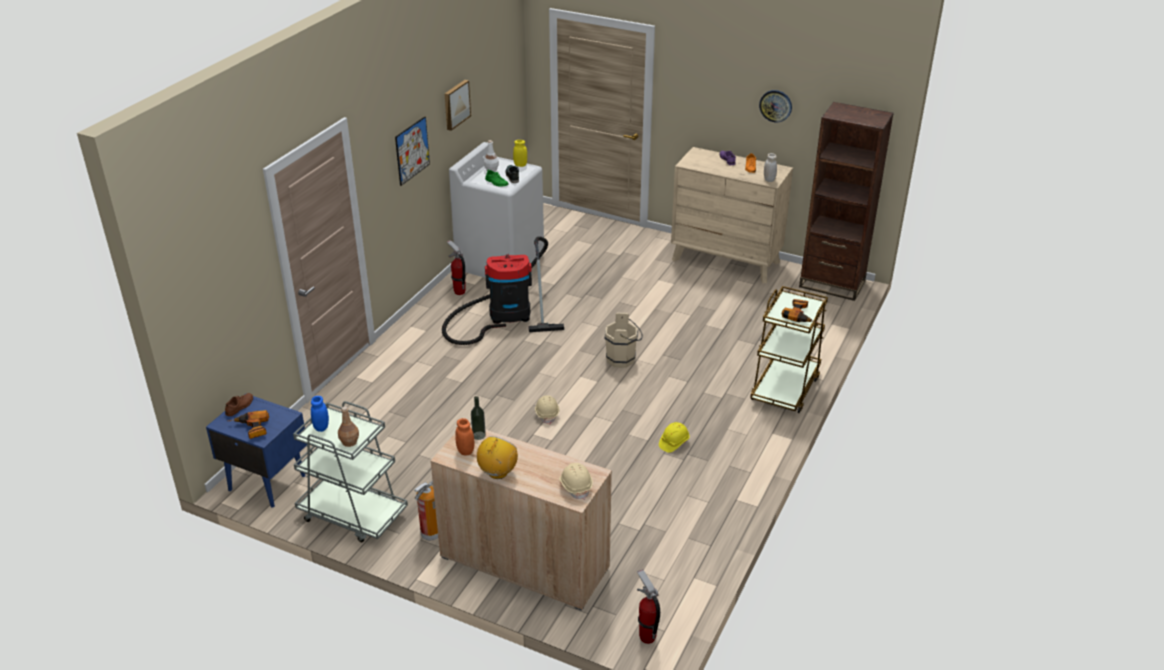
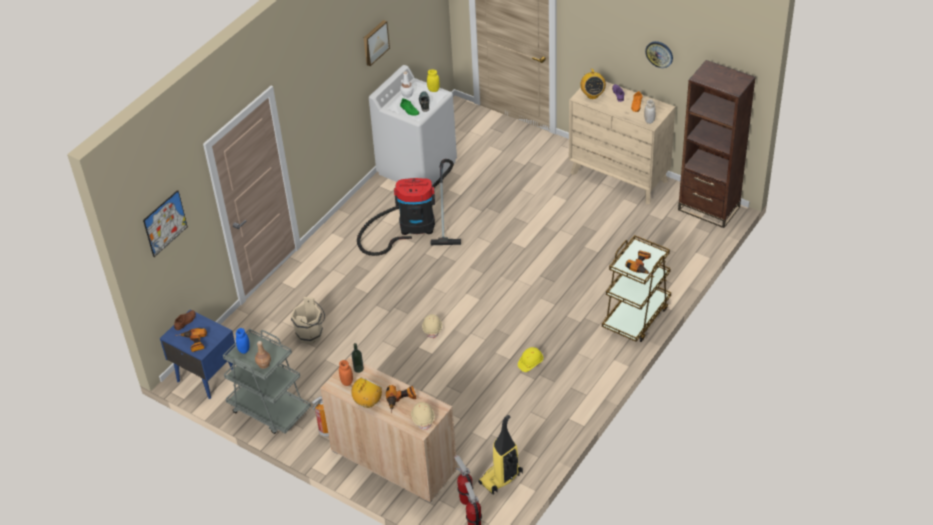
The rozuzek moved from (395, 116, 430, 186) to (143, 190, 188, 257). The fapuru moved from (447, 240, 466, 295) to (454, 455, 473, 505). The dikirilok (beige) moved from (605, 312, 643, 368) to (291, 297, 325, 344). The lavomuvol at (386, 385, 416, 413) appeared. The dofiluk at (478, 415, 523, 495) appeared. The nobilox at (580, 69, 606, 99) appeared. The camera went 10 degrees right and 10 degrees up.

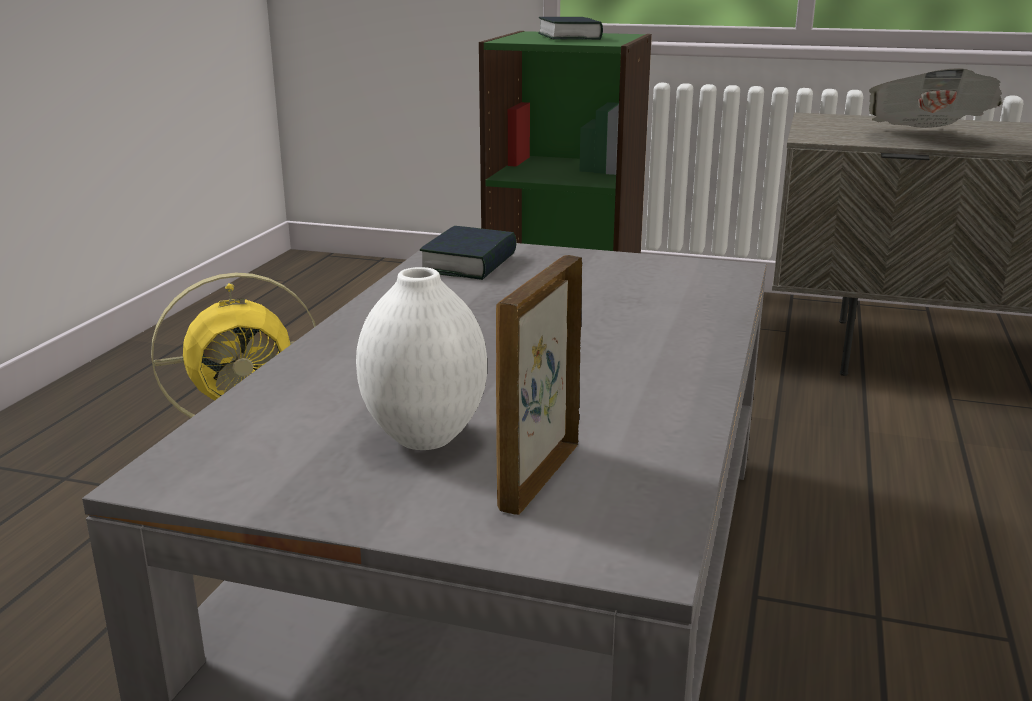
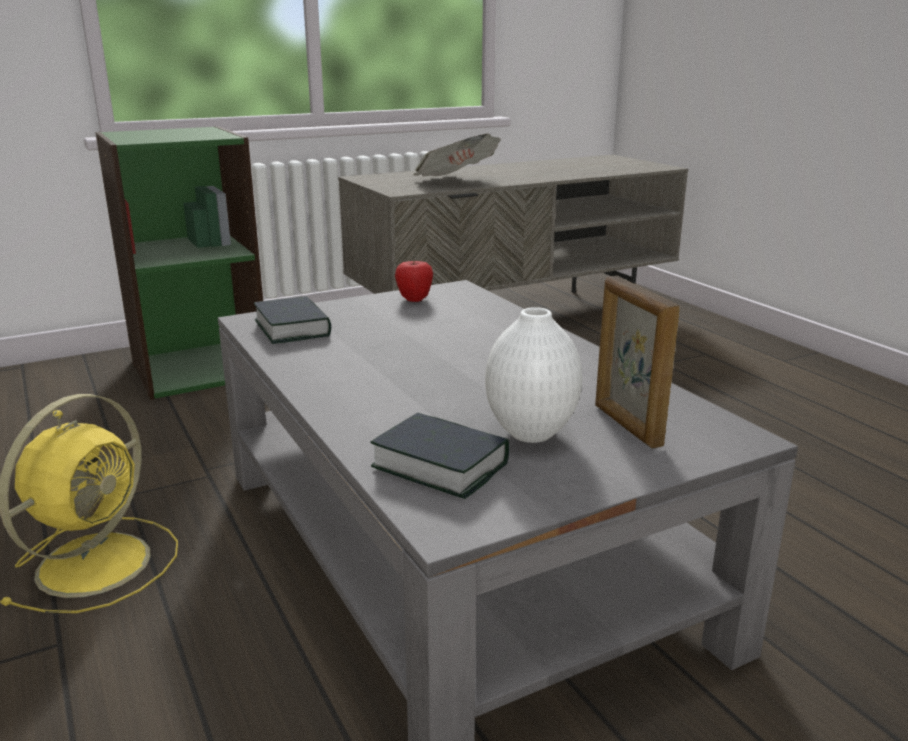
The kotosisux moved from (538, 17, 603, 40) to (371, 413, 509, 499). The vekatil at (395, 260, 433, 302) appeared. The camera went 45 degrees left and 0 degrees up.

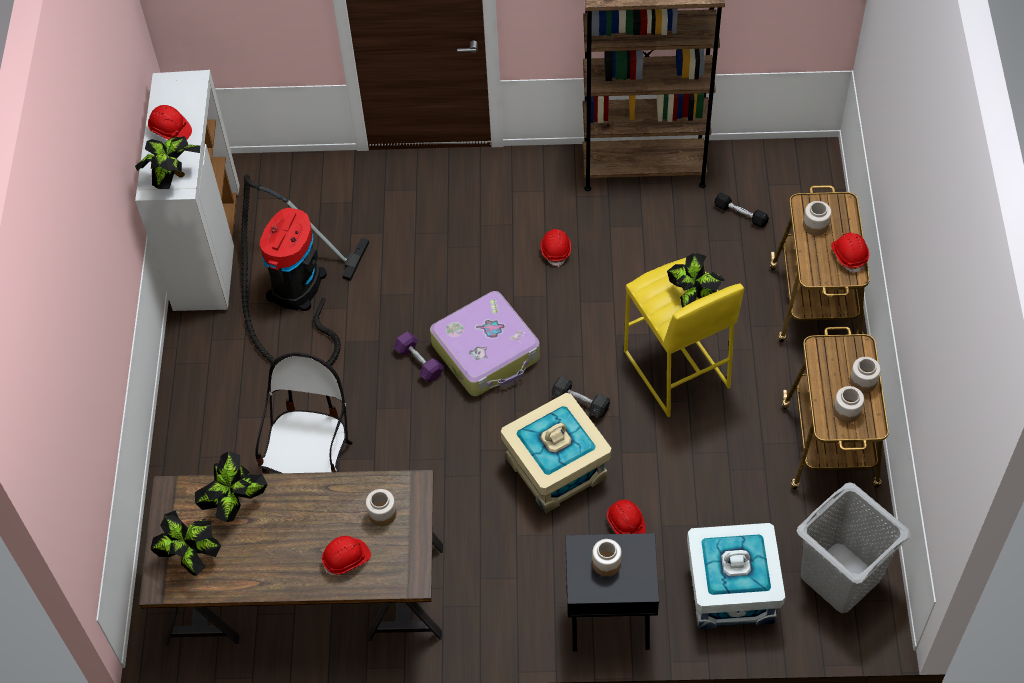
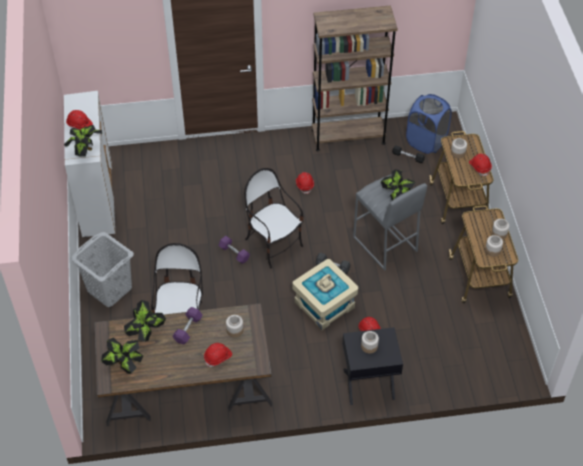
The dofiluk at (241, 174, 369, 366) disappeared. The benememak at (430, 291, 540, 396) was replaced by the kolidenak at (244, 168, 304, 269). The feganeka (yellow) at (624, 258, 744, 417) became the feganeka (grey) at (353, 174, 427, 271). The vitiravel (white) at (687, 523, 785, 629) disappeared. The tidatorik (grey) moved from (797, 483, 911, 613) to (71, 232, 134, 307). The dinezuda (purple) at (172, 307, 203, 344) appeared. The tidatorik (blue) at (406, 94, 452, 154) appeared. The camera went 10 degrees left and 5 degrees down.

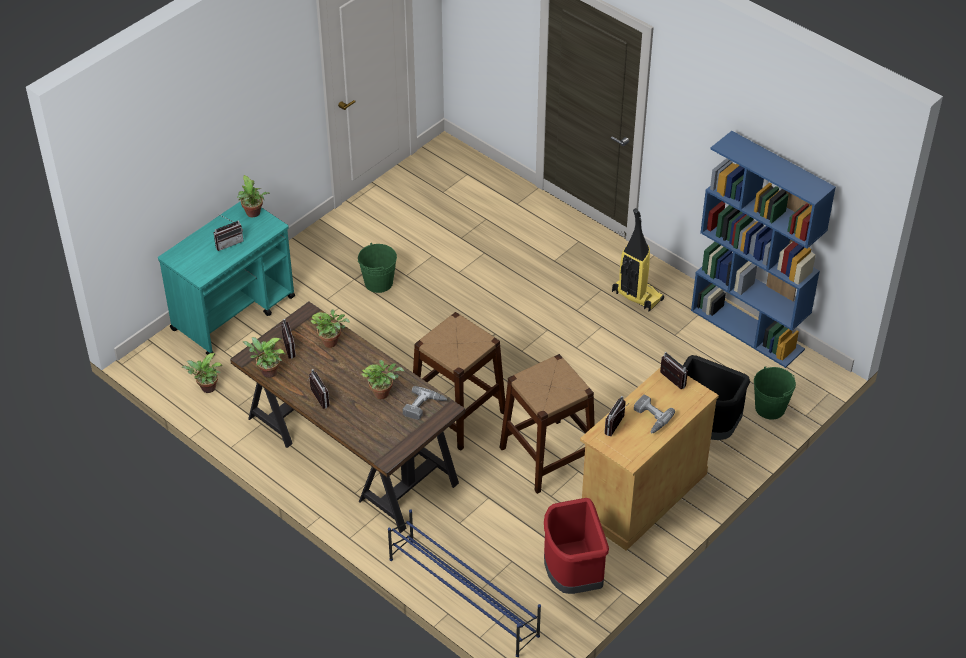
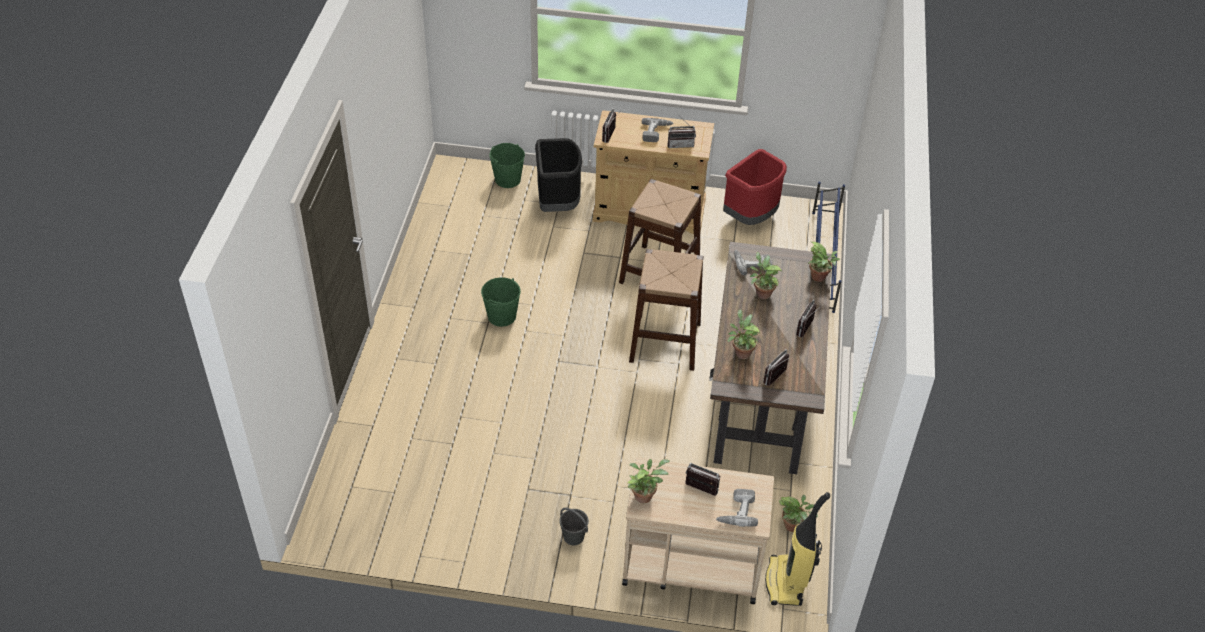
The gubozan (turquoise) at (158, 201, 295, 355) became the gubozan (beige) at (622, 458, 774, 604). The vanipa moved from (243, 337, 286, 378) to (808, 242, 840, 282). The dikirilok (green) moved from (358, 243, 397, 293) to (481, 277, 521, 327). The dofiluk moved from (612, 208, 664, 311) to (765, 492, 830, 606). The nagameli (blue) at (691, 131, 836, 368) disappeared. The dikirilok (grey) at (559, 508, 589, 545) appeared. The lavomuvol at (716, 489, 758, 527) appeared. The camera went 125 degrees left and 0 degrees up.

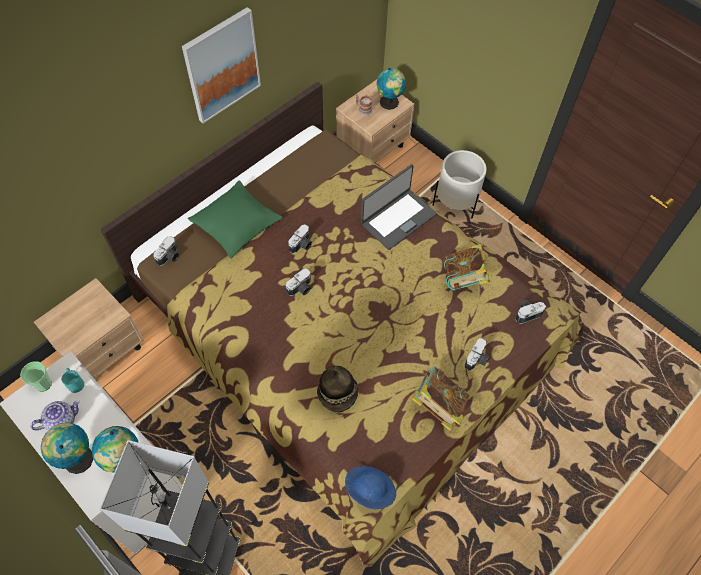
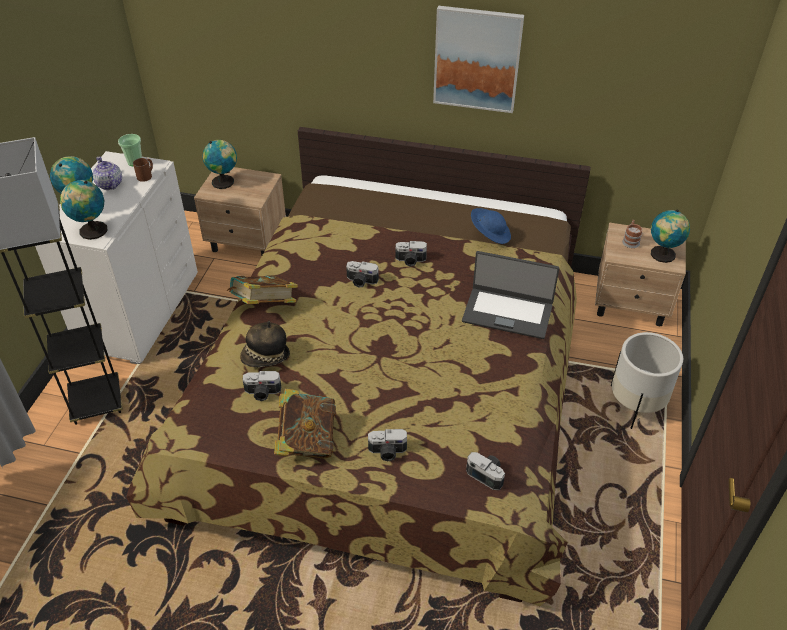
The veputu at (31, 400, 80, 430) turned 150 degrees counterclockwise. The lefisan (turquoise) at (62, 368, 84, 393) became the lefisan (brown) at (133, 158, 153, 182). The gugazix moved from (153, 236, 179, 266) to (242, 371, 281, 401). The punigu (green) at (188, 181, 283, 259) disappeared. The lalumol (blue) moved from (345, 466, 396, 509) to (471, 208, 511, 244). The kotosisux moved from (444, 244, 490, 291) to (227, 275, 298, 304). The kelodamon at (203, 140, 237, 189) appeared. The camera went 60 degrees right and 15 degrees down.

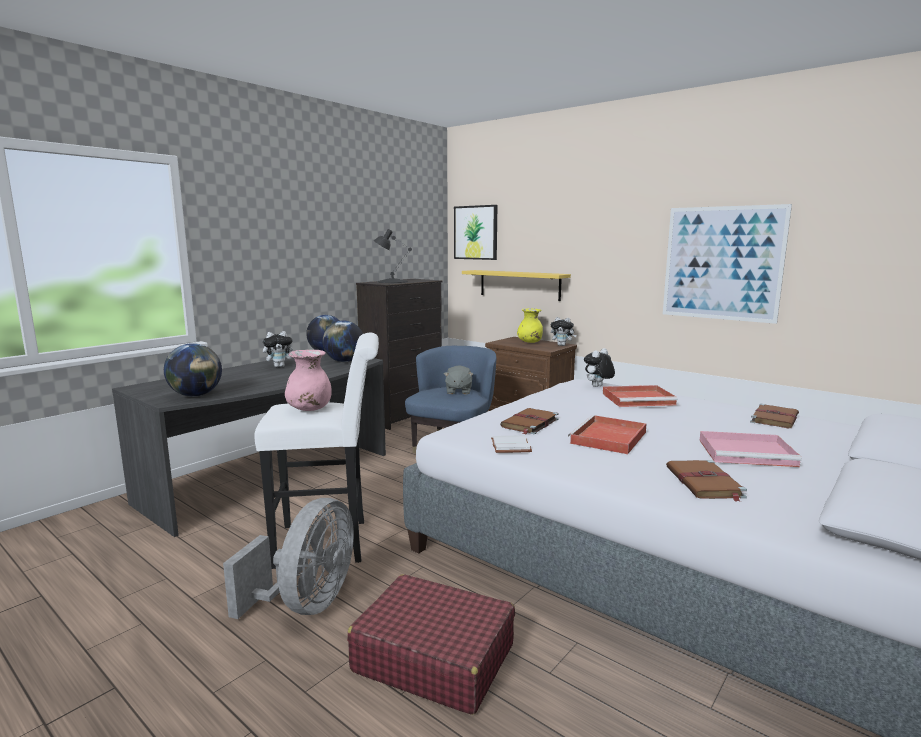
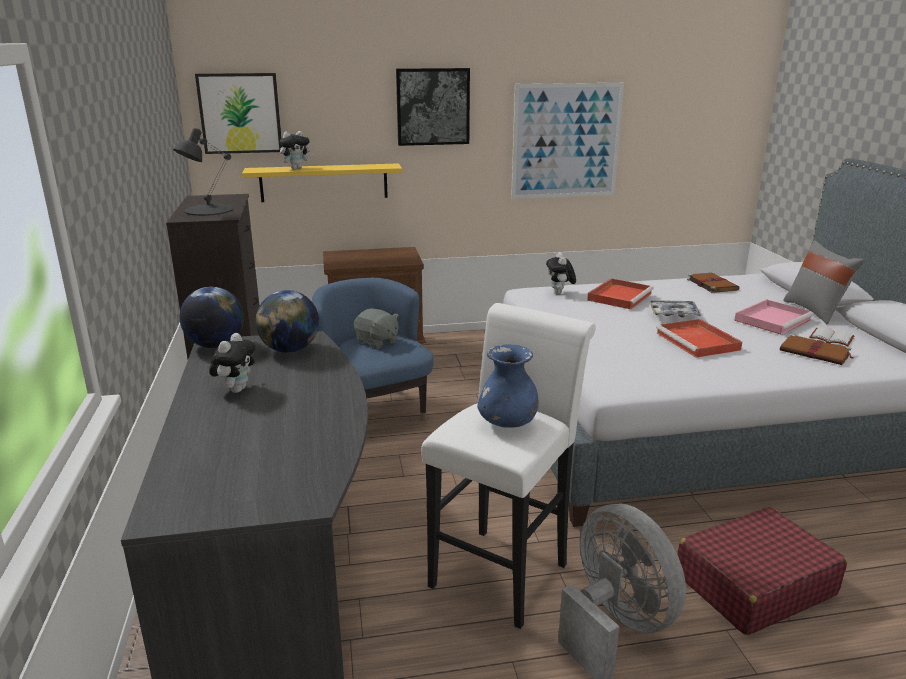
The kelodamon at (164, 343, 222, 397) disappeared. The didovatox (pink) at (285, 350, 332, 411) became the didovatox (blue) at (477, 344, 538, 428). The kotosisux (white) moved from (491, 435, 532, 453) to (809, 327, 854, 346). The kotosisux (brown) at (500, 408, 559, 435) disappeared. The didovatox (yellow) at (517, 309, 543, 343) disappeared. The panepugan moved from (551, 317, 577, 346) to (280, 131, 313, 169). The rozuzek at (396, 68, 470, 146) appeared. The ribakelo at (649, 300, 701, 318) appeared. The punigu (grey) at (784, 240, 864, 325) appeared. The camera went 50 degrees left and 10 degrees up.

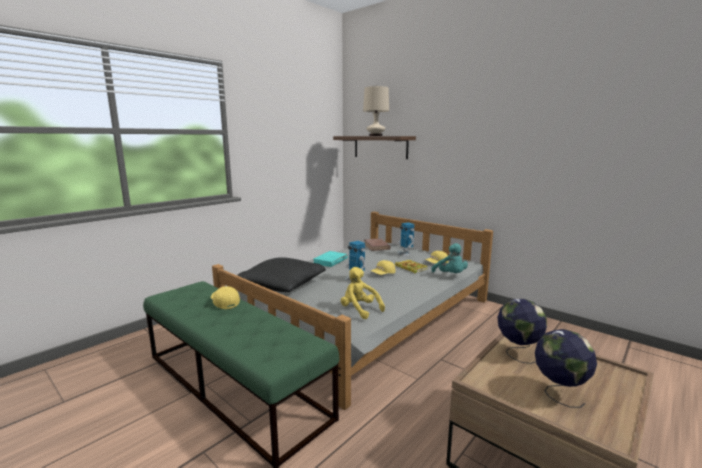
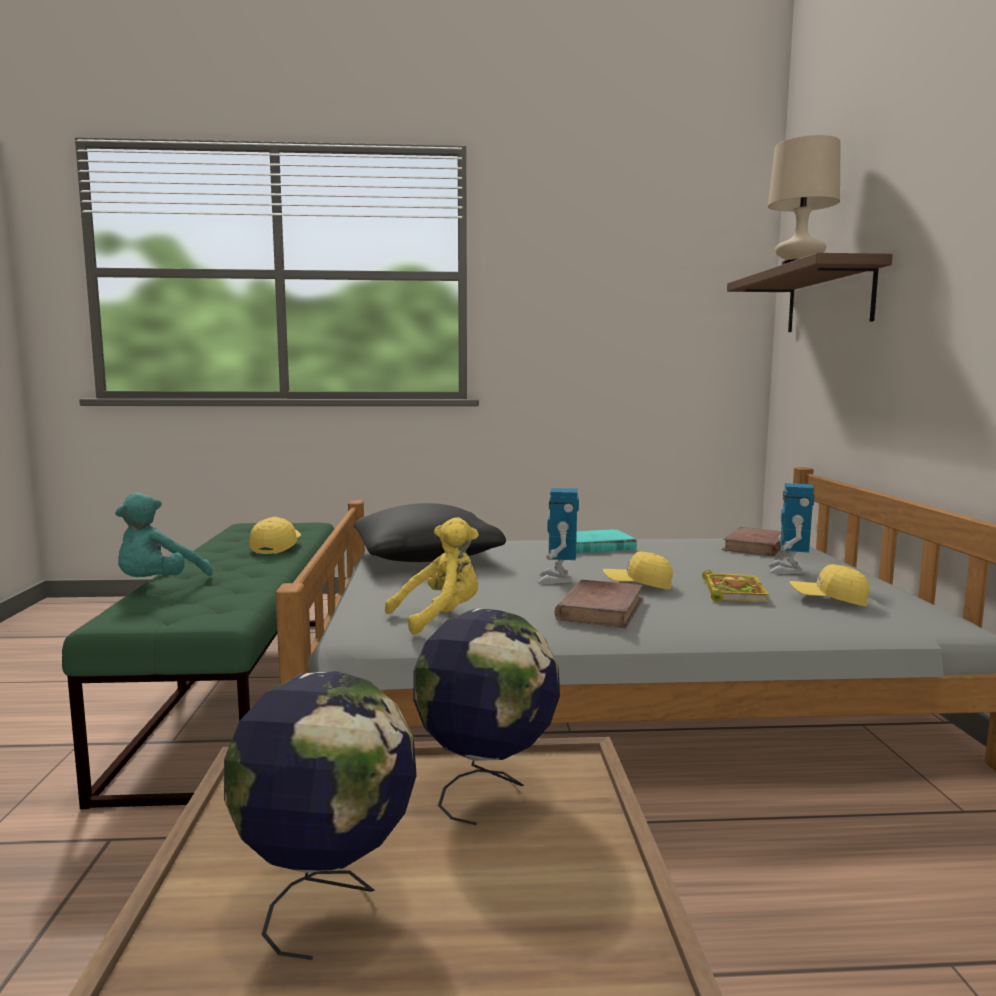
The panepugan (yellow) at (341, 267, 385, 319) turned 60 degrees clockwise. The panepugan (turquoise) moved from (431, 243, 468, 273) to (115, 493, 213, 577). The kotosisux (brown) at (555, 580, 643, 628) appeared. The camera went 45 degrees right and 5 degrees down.

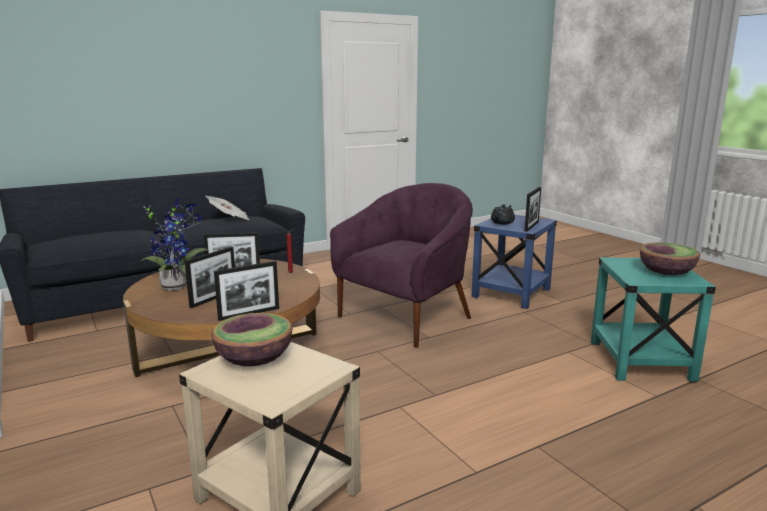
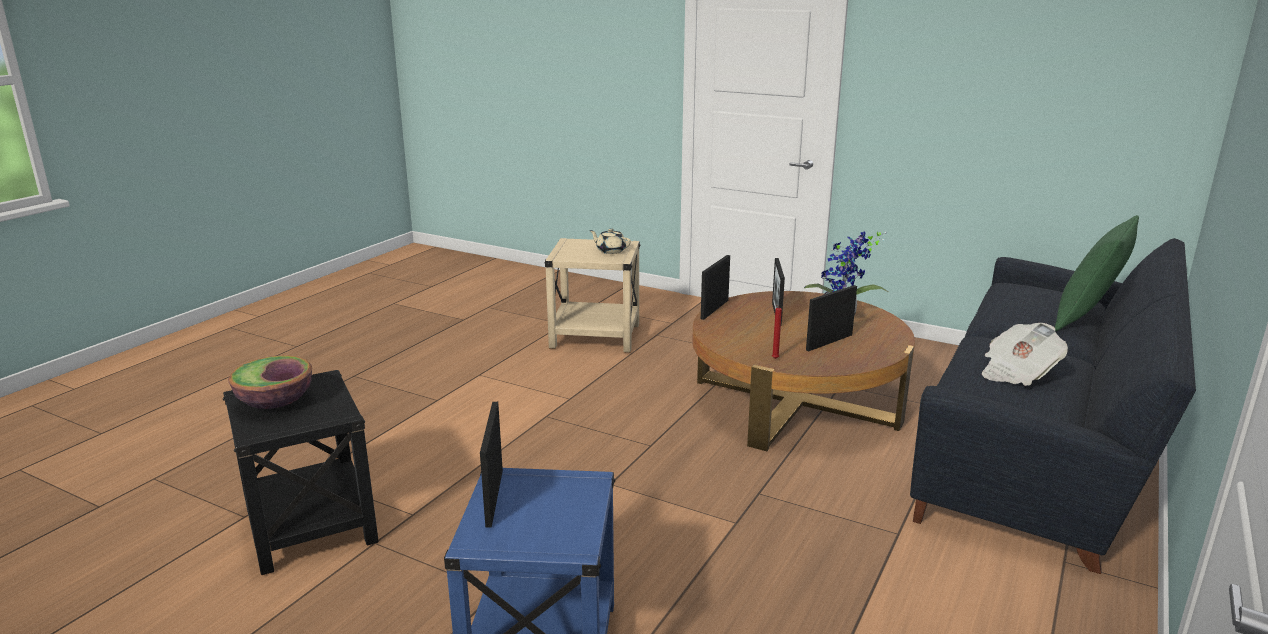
The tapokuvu at (211, 313, 293, 366) was replaced by the veputu (beige) at (589, 229, 631, 254). The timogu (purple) at (330, 183, 473, 348) disappeared. The veputu (black) at (491, 204, 515, 224) disappeared. The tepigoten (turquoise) at (591, 257, 716, 382) became the tepigoten (black) at (223, 370, 379, 575). The punigu (green) at (1055, 215, 1139, 331) appeared. The camera went 150 degrees right and 5 degrees up.

